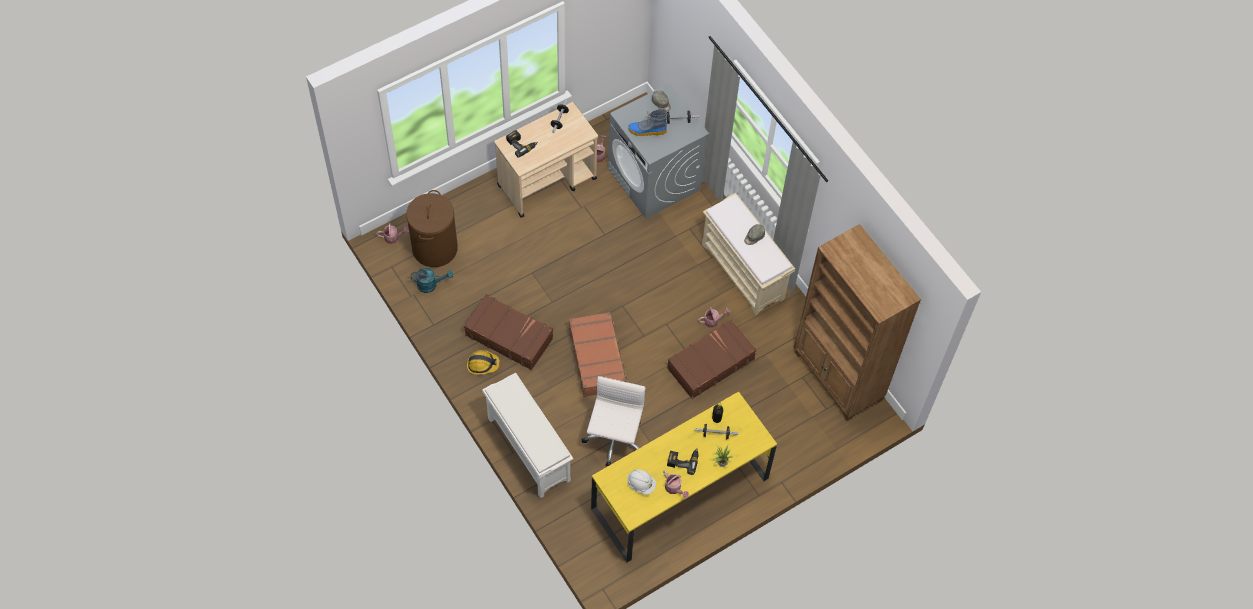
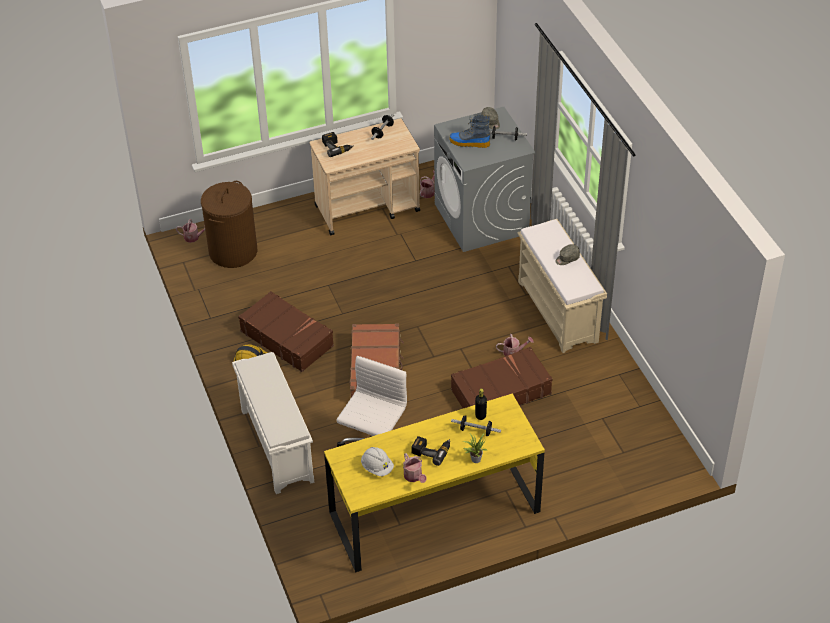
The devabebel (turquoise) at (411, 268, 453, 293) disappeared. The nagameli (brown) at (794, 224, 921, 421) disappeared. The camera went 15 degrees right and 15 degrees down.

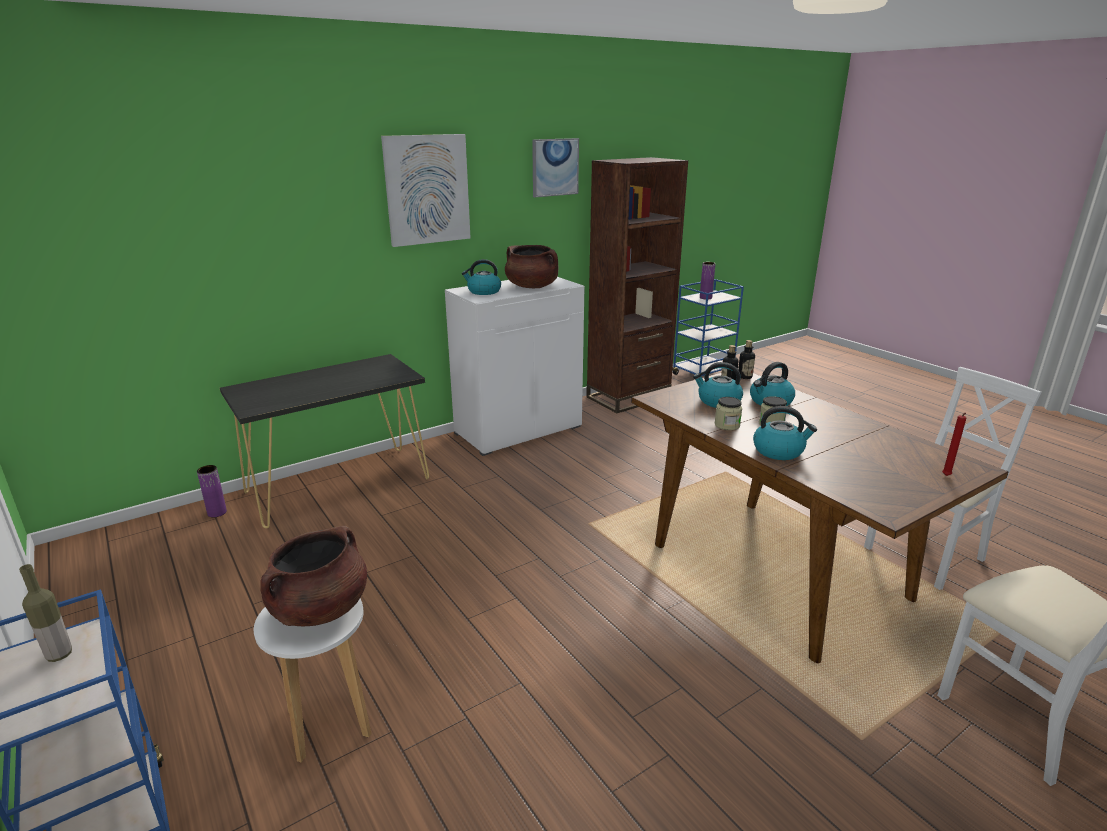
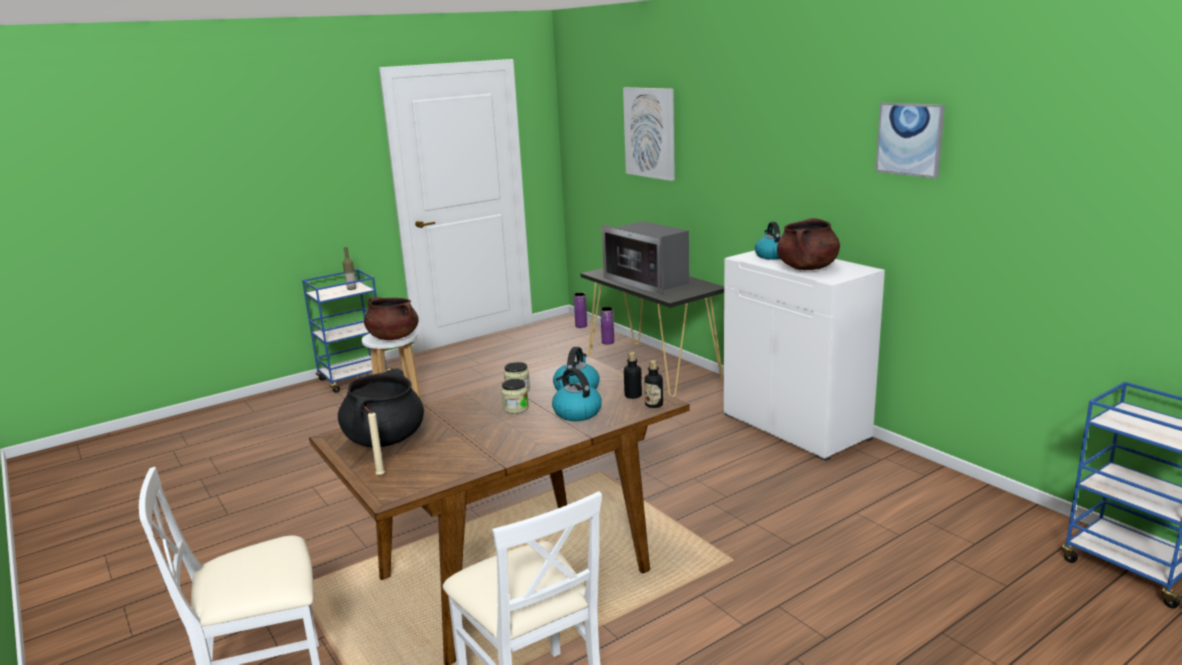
The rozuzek moved from (381, 134, 471, 247) to (623, 87, 675, 181). The nagameli (brown) at (586, 157, 688, 413) disappeared. The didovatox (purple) moved from (700, 262, 715, 299) to (574, 293, 587, 328). The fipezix at (753, 406, 817, 460) disappeared. The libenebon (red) at (942, 413, 966, 476) became the libenebon (beige) at (364, 406, 385, 476). The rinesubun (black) at (338, 368, 424, 447) appeared. The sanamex at (601, 221, 689, 295) appeared. The camera went 90 degrees right and 5 degrees down.

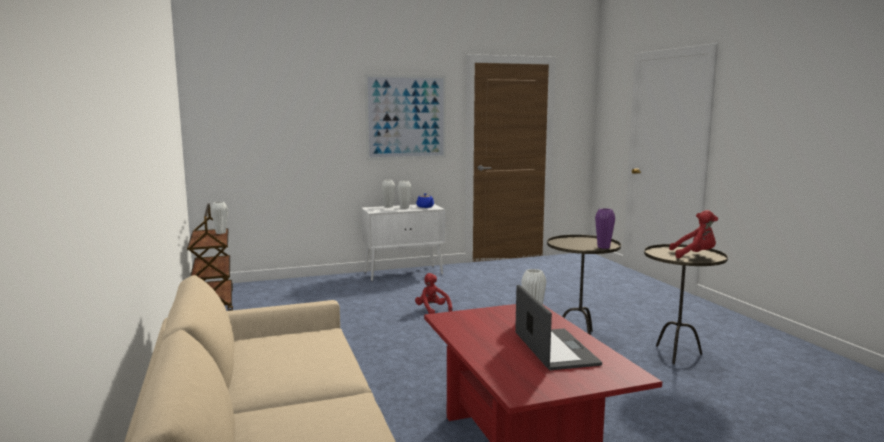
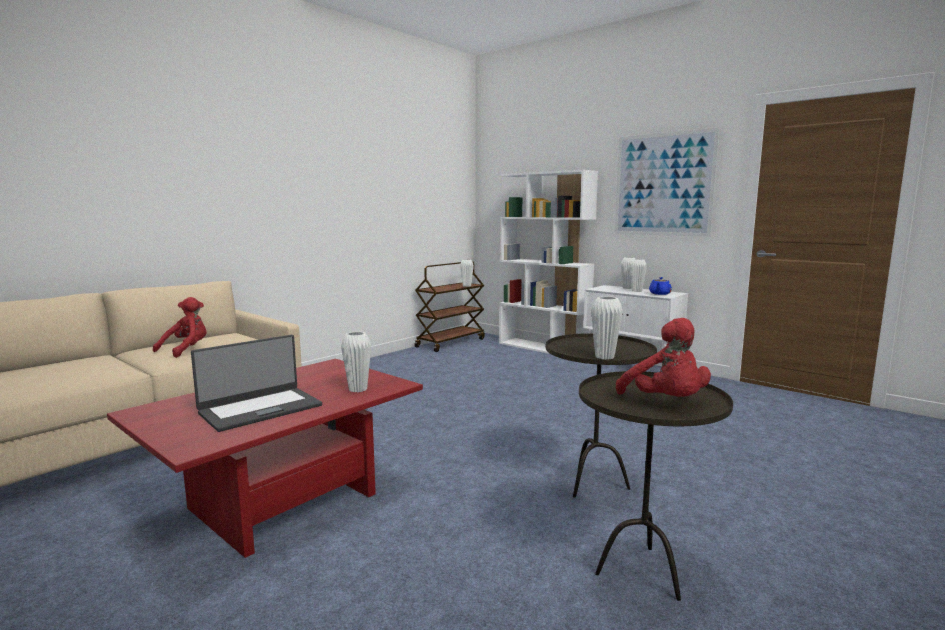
The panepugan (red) moved from (415, 273, 453, 314) to (153, 297, 207, 358). The didovatox (purple) at (595, 208, 615, 249) became the didovatox (white) at (591, 296, 623, 360). The nagameli (white) at (499, 170, 598, 354) appeared. The camera went 60 degrees right and 0 degrees up.

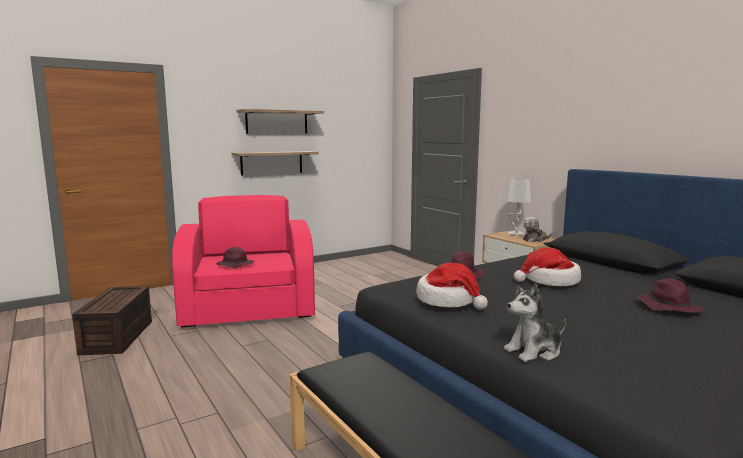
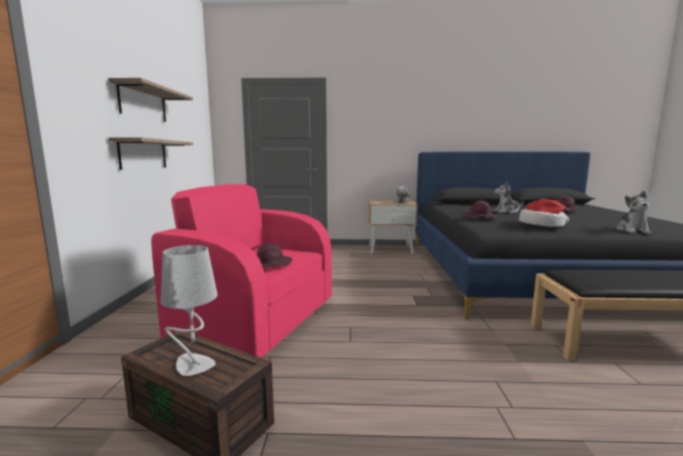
The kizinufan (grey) moved from (506, 178, 531, 235) to (161, 245, 217, 376). The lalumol at (514, 248, 581, 286) was replaced by the panepugan at (493, 181, 524, 213). The camera went 55 degrees left and 0 degrees up.

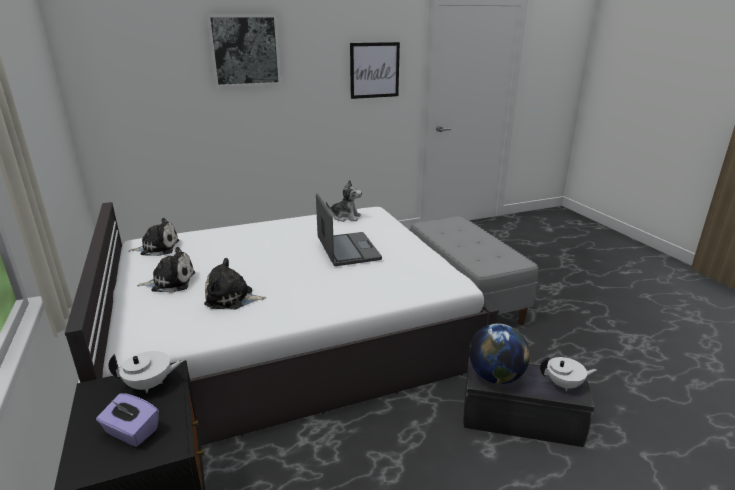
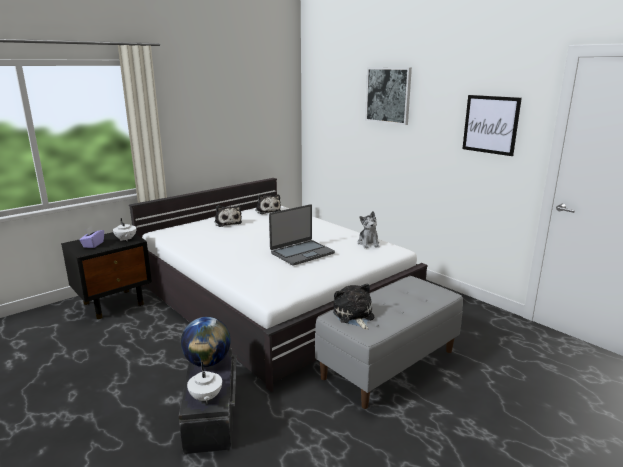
The panepugan moved from (204, 258, 266, 310) to (333, 284, 374, 330). The camera went 70 degrees right and 5 degrees down.

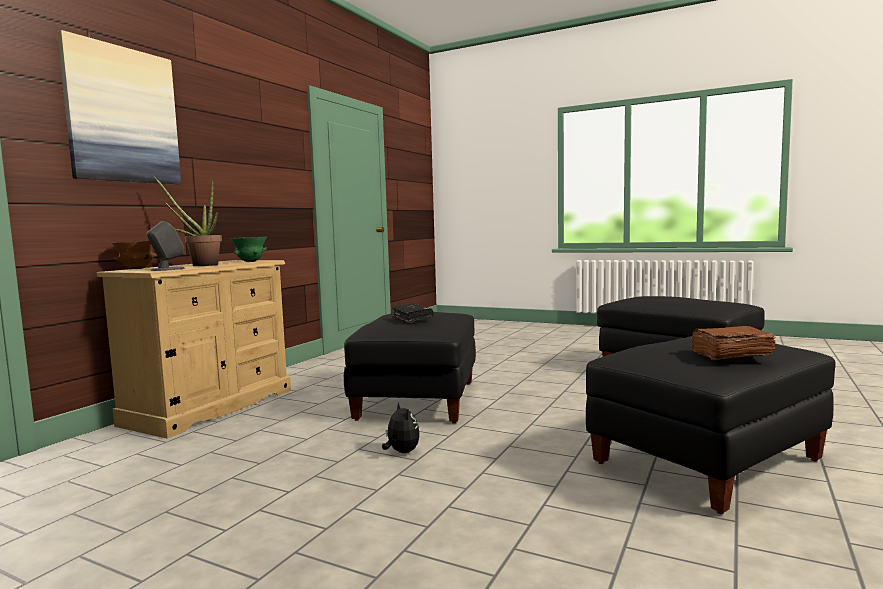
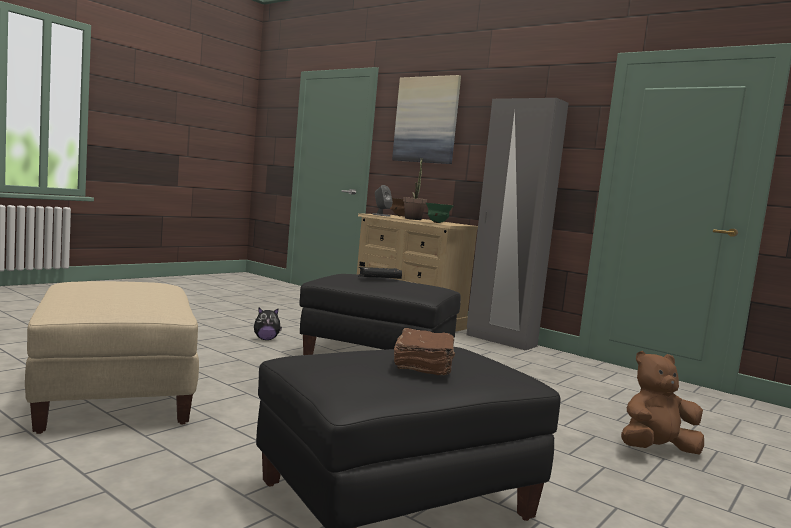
The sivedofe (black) at (586, 336, 835, 514) became the sivedofe (beige) at (25, 281, 199, 434). The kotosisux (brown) moved from (691, 326, 776, 360) to (394, 328, 455, 375). The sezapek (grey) at (466, 98, 568, 350) appeared. The panepugan (brown) at (621, 351, 704, 455) appeared. The camera went 100 degrees right and 0 degrees up.

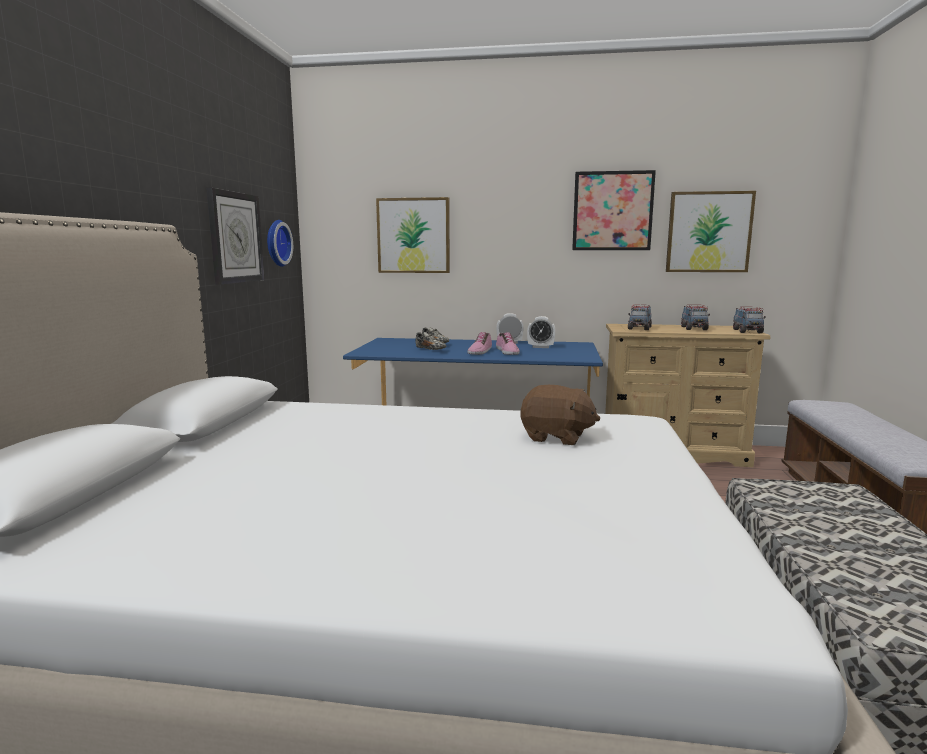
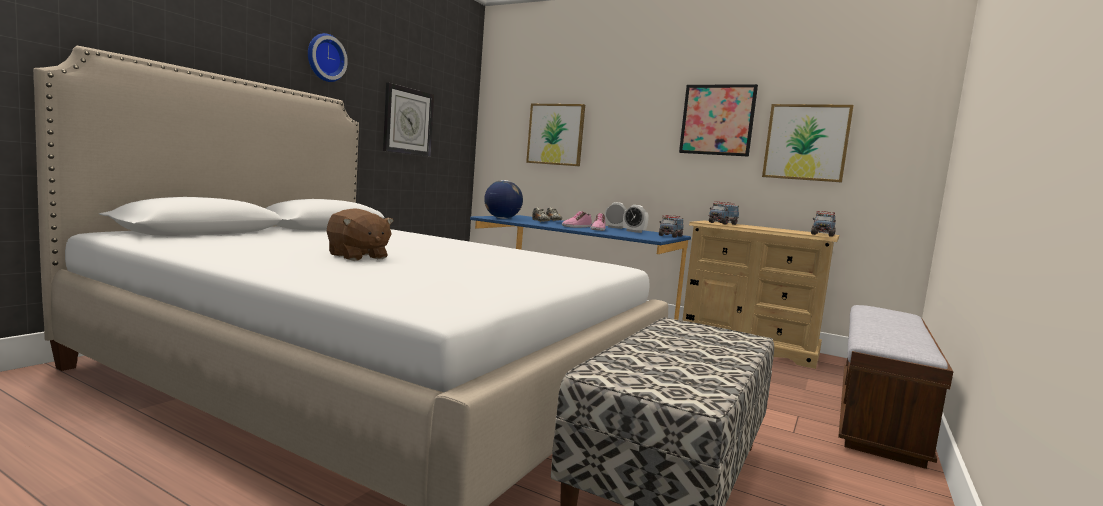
The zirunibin moved from (267, 220, 293, 267) to (308, 33, 348, 82). The panepugan (brown) moved from (521, 385, 601, 445) to (327, 208, 394, 261). The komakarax moved from (681, 305, 710, 330) to (659, 215, 684, 238). The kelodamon at (484, 180, 523, 219) appeared. The camera went 20 degrees right and 5 degrees down.

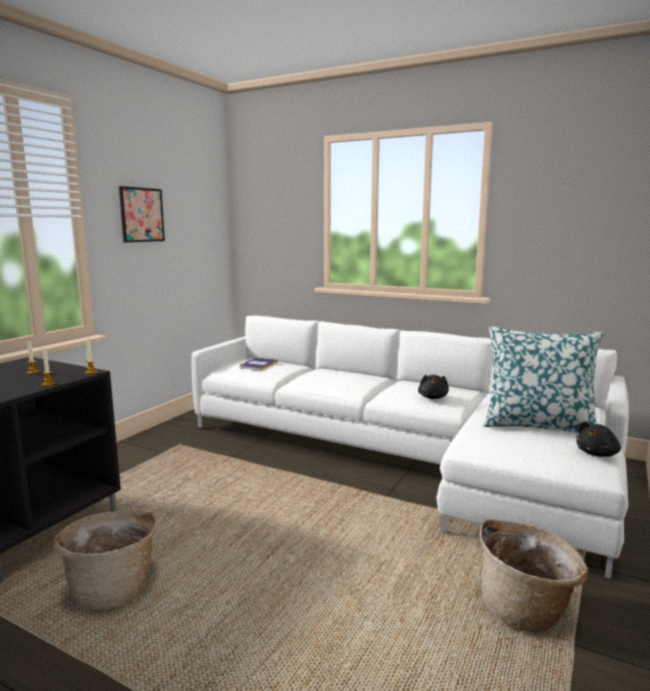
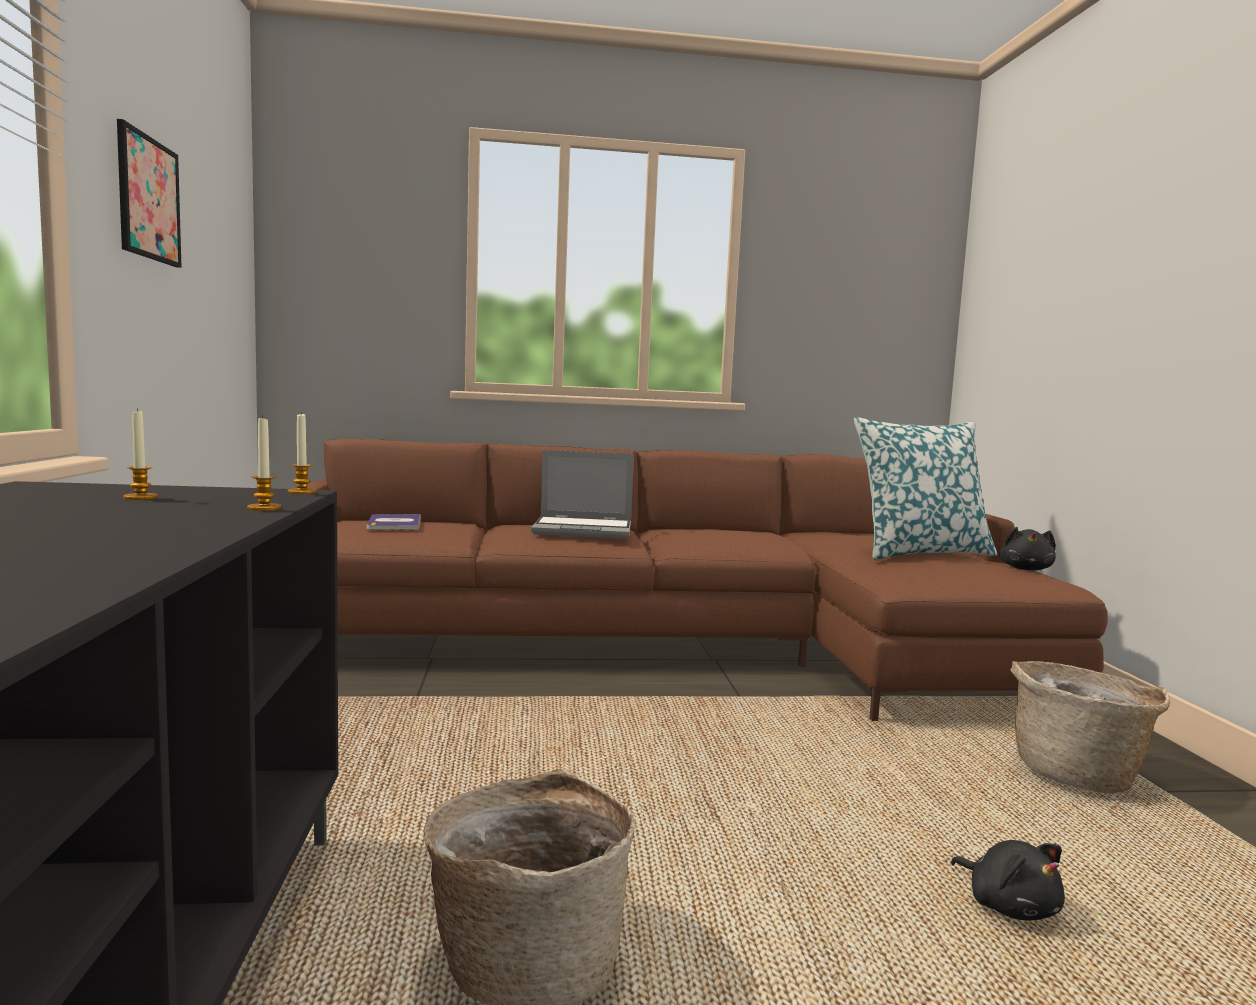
The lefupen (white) at (192, 315, 629, 579) became the lefupen (brown) at (307, 439, 1108, 721). The panepugan (black) moved from (418, 375, 449, 399) to (951, 840, 1065, 921). The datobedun at (531, 450, 634, 539) appeared. The camera went 35 degrees left and 5 degrees down.

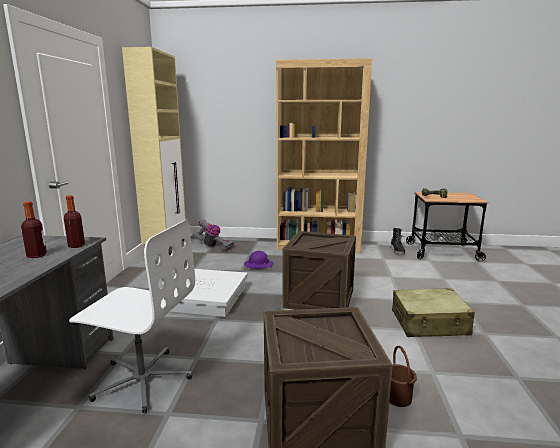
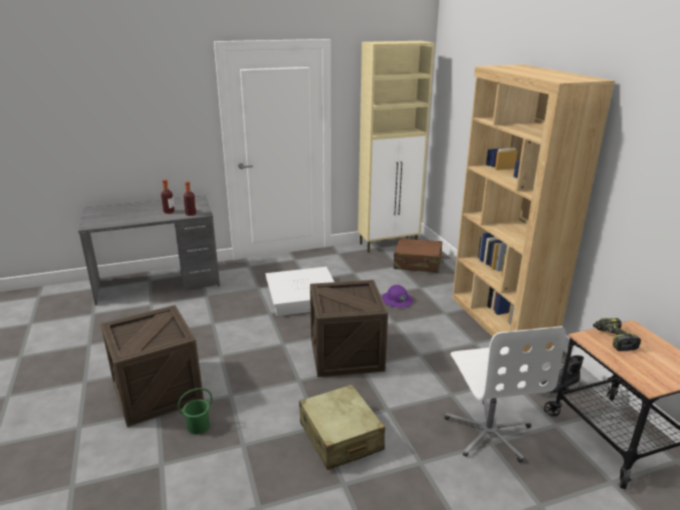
The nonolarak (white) moved from (69, 219, 195, 413) to (445, 326, 566, 463). The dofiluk at (193, 219, 234, 251) was replaced by the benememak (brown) at (394, 238, 444, 273). The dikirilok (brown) at (389, 346, 417, 407) became the dikirilok (green) at (178, 388, 212, 435). The camera went 65 degrees right and 10 degrees up.

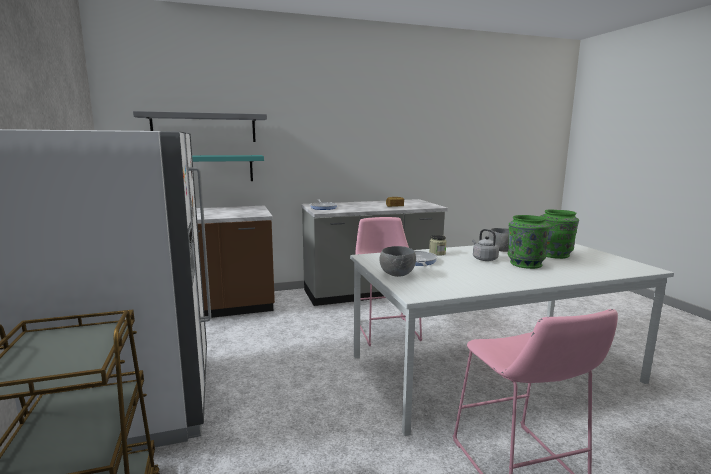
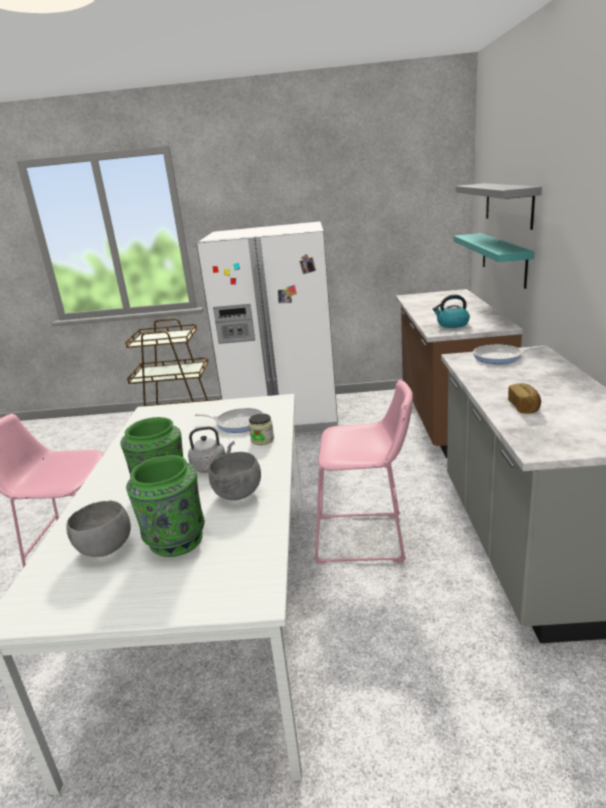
The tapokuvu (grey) moved from (379, 246, 416, 277) to (66, 500, 131, 557). The fipezix at (433, 295, 470, 328) appeared. The camera went 110 degrees right and 10 degrees up.

